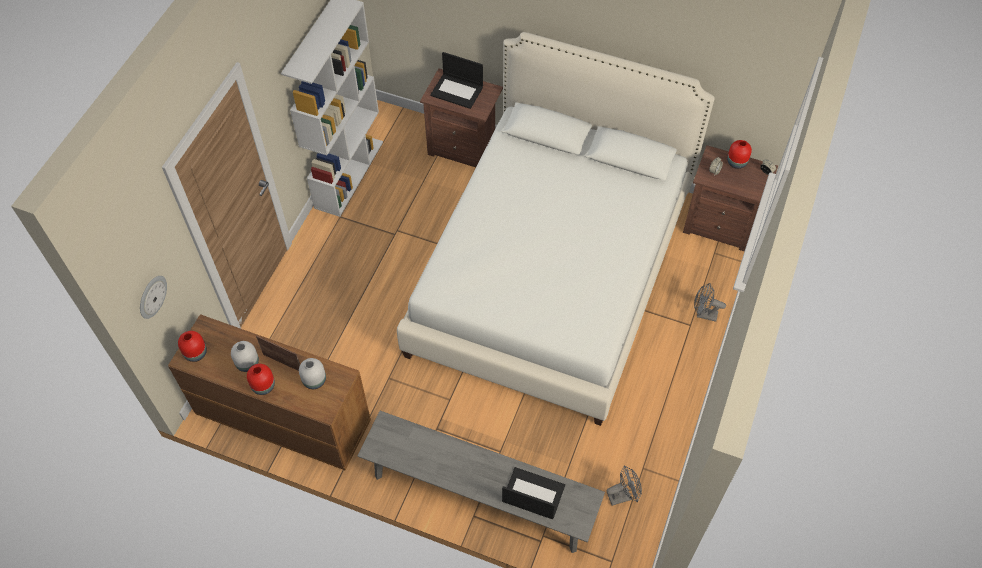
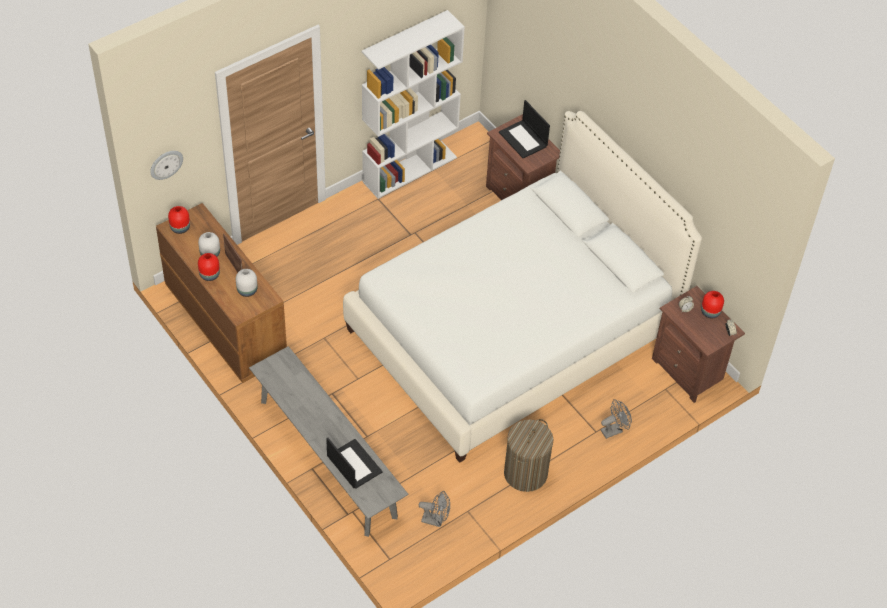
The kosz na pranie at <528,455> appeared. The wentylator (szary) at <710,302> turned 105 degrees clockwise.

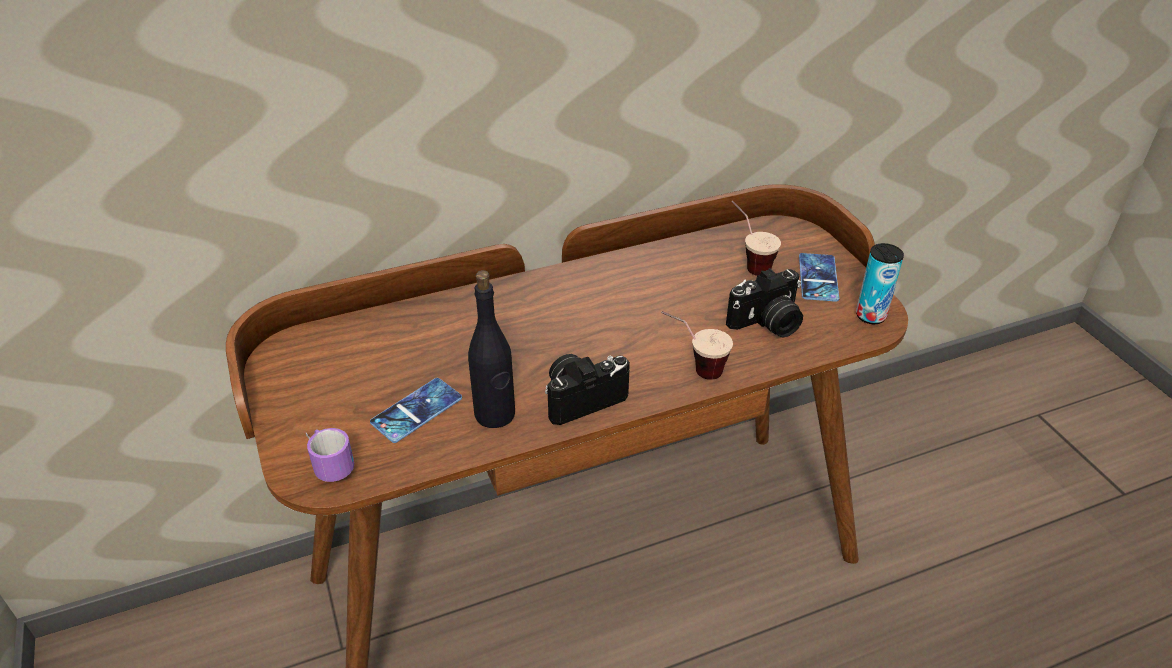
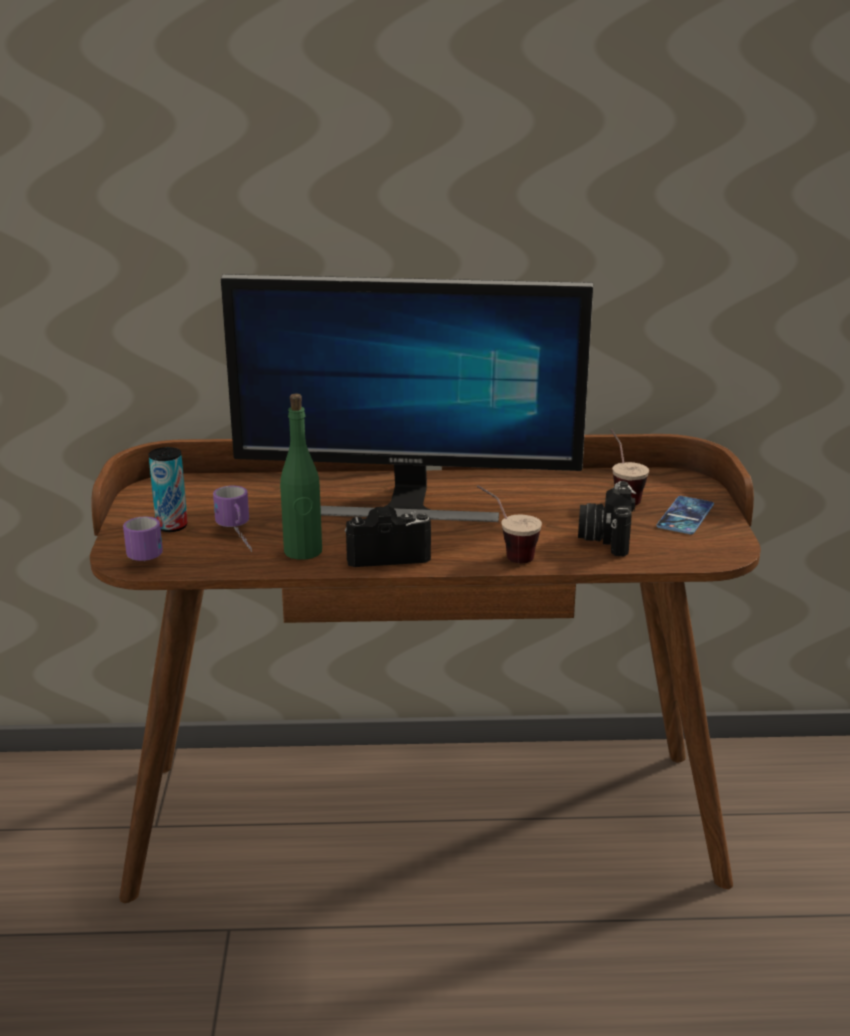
The monitor at <407,398> appeared. The puszka moved from <880,283> to <168,489>. The telefon at <416,410> was replaced by the kubek at <232,519>. The butelka (czarny) at <491,349> became the butelka (zielony) at <301,477>. The aparat fotograficzny at <764,302> turned 105 degrees clockwise.

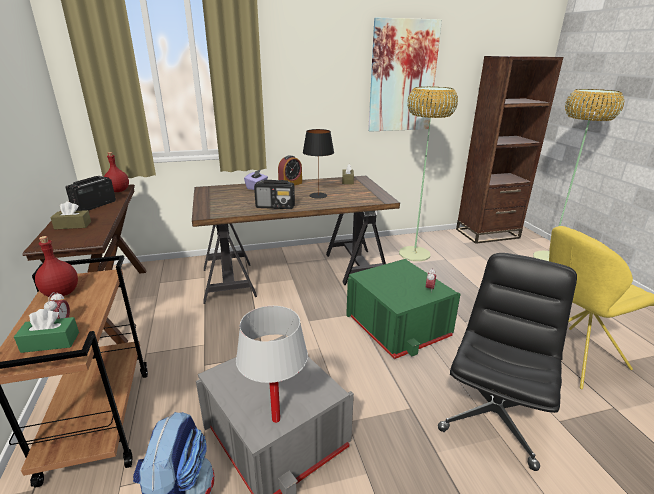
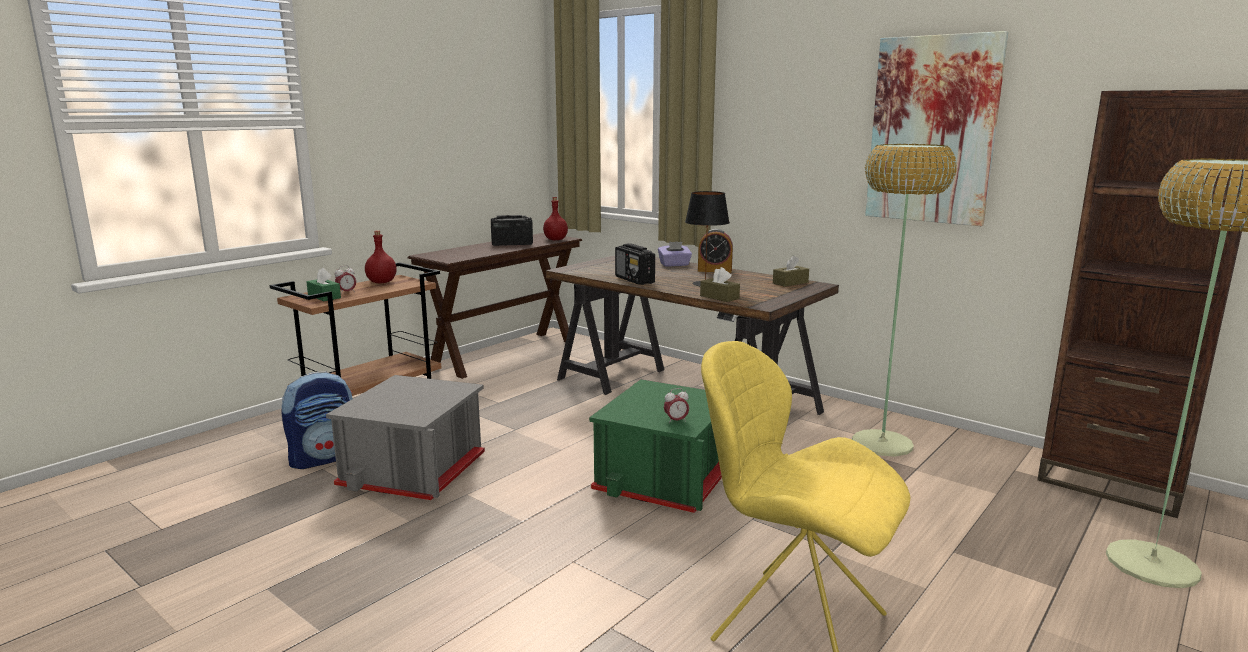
The lampa stołowa (biały) at <272,364> disappeared. The krzesło biurowe (czarny) at <507,362> disappeared. The pudełko chusteczek (brązowy) moved from <70,215> to <720,284>.

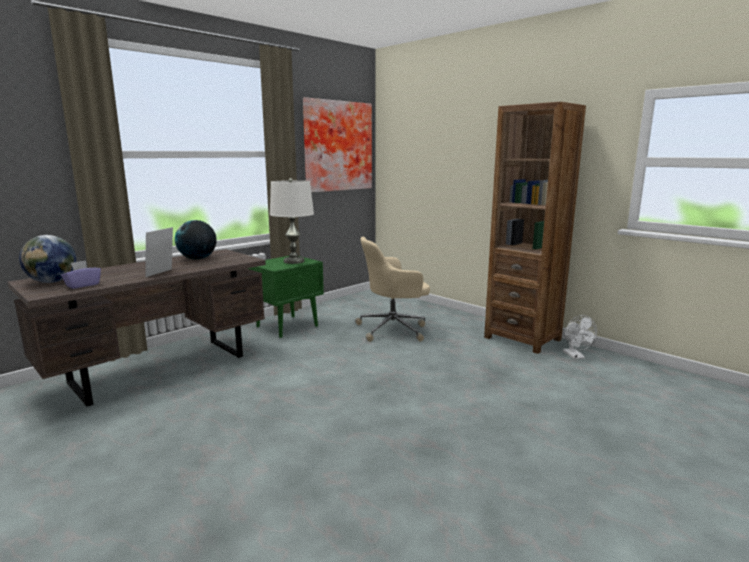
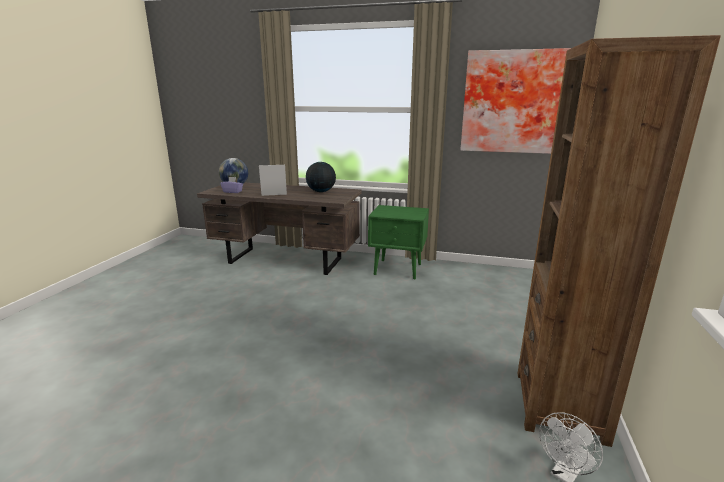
The lampa stołowa (biały) at <292,221> disappeared. The krzesło biurowe (beżowy) at <392,289> disappeared.

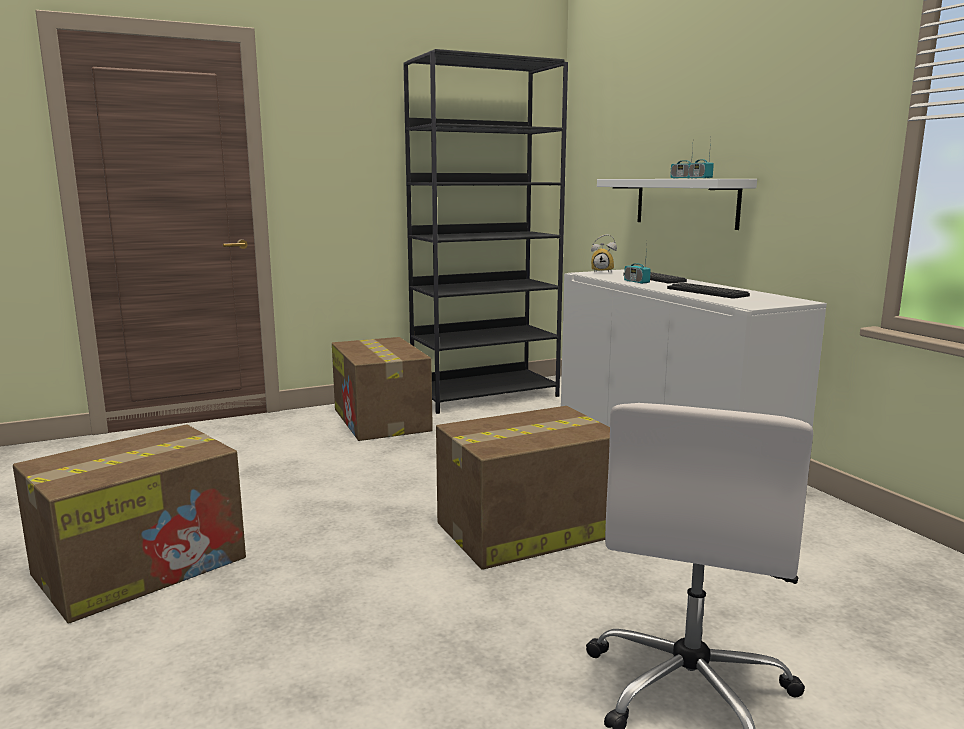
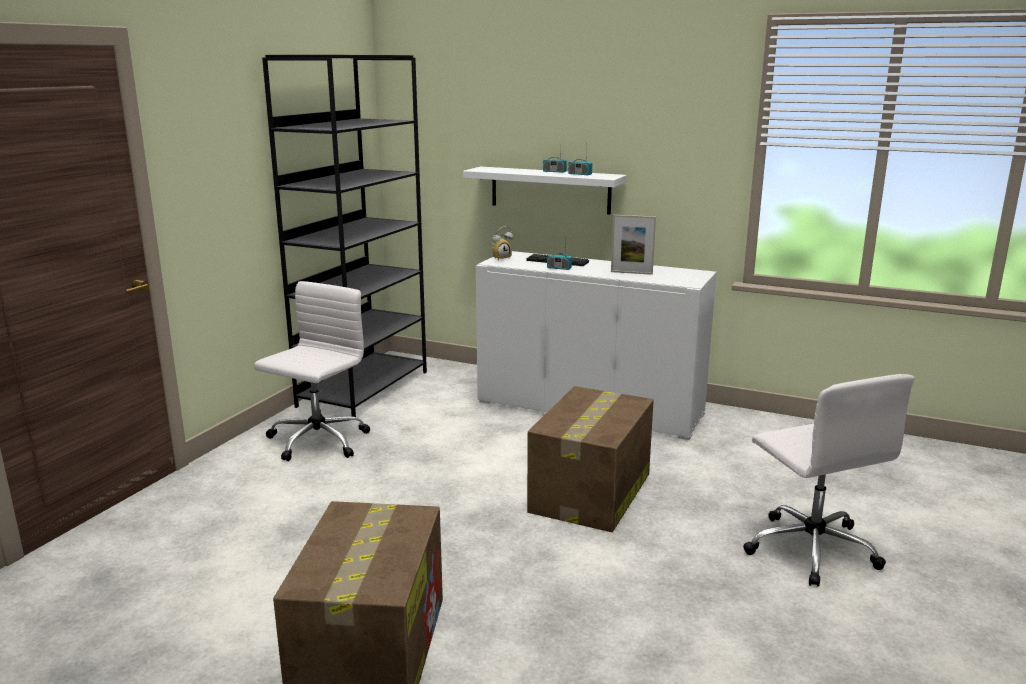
The karton at <382,389> was replaced by the krzesło biurowe (biały) at <312,371>. The klawiatura at <708,291> was replaced by the ramka na zdjęcie at <633,245>.

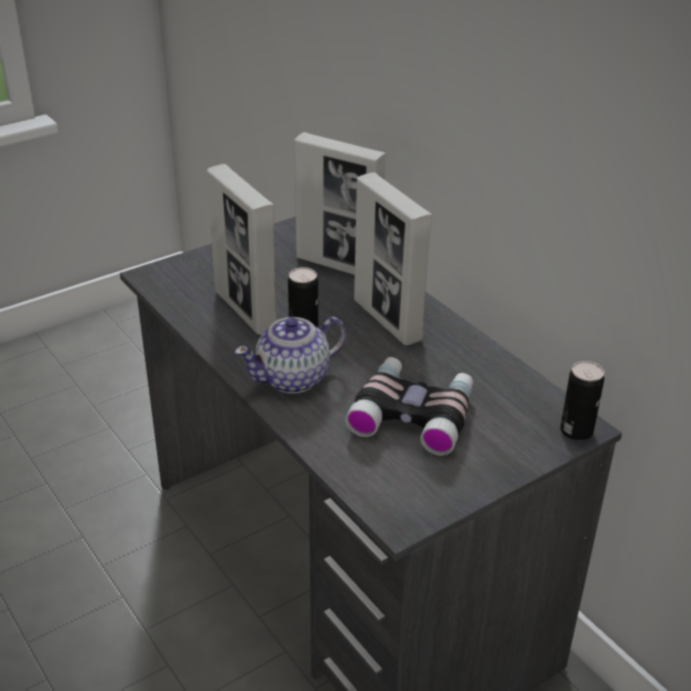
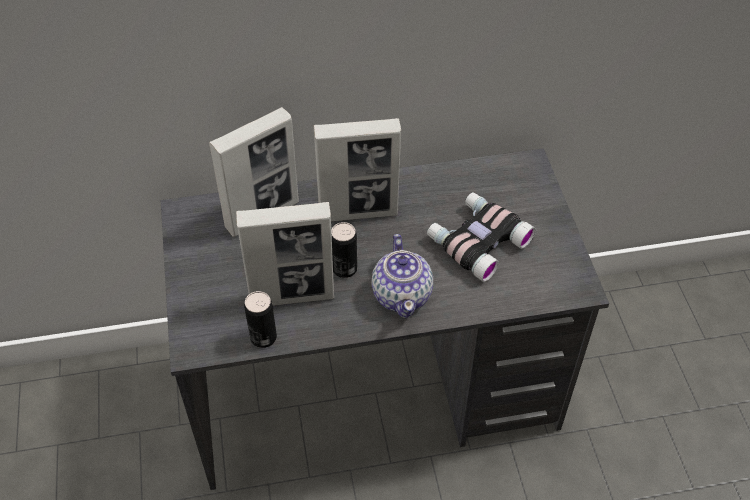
The puszka moved from <582,401> to <260,319>.

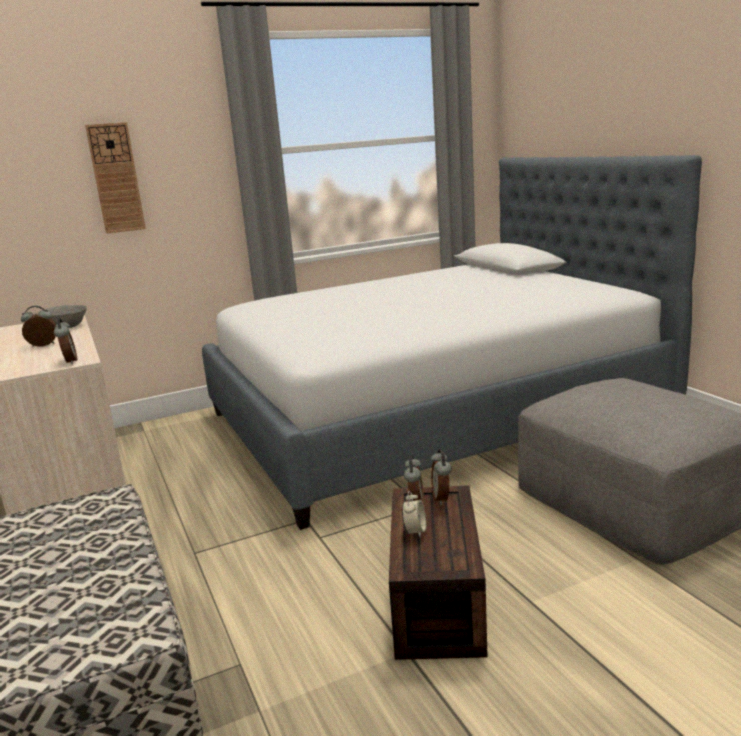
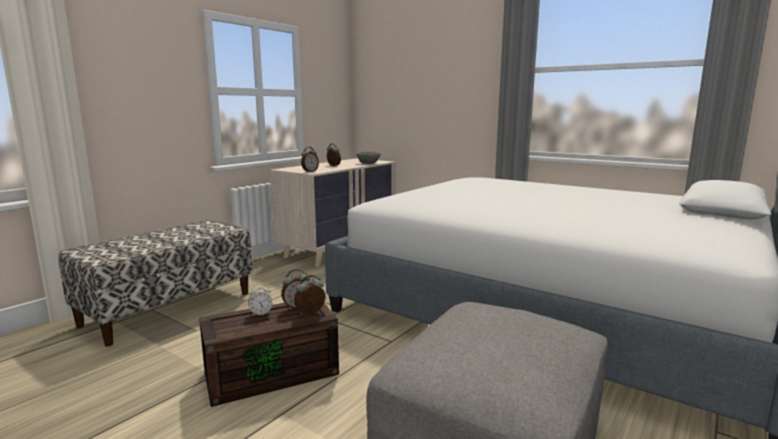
The zegar ścienny at <115,178> disappeared.

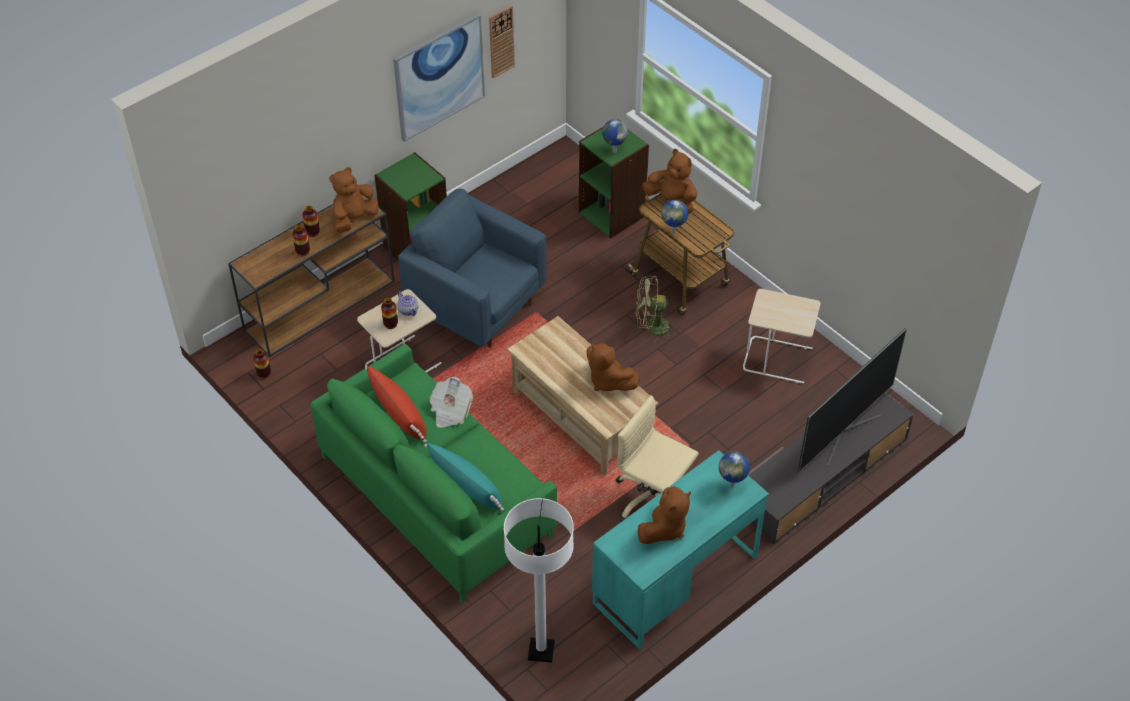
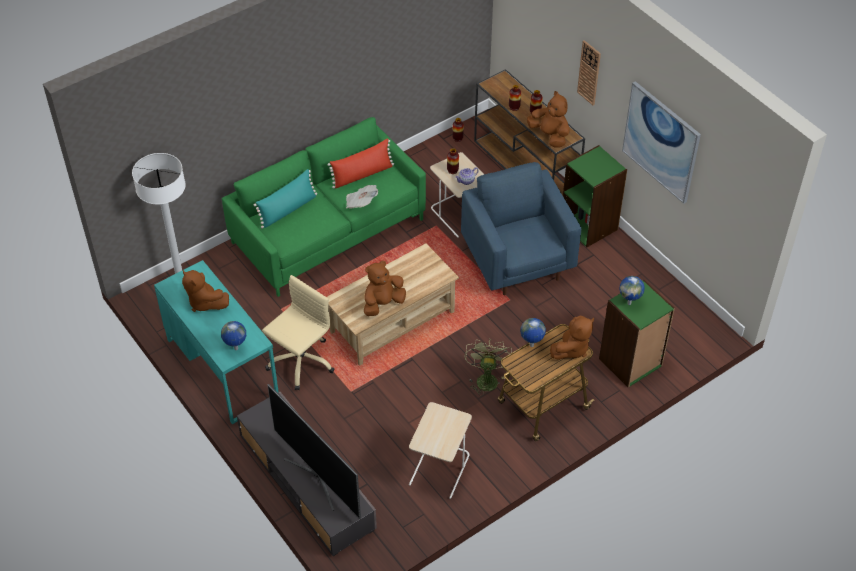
The zegar ścienny moved from <502,41> to <589,72>. The fotel (niebieski) at <472,268> turned 60 degrees counterclockwise.

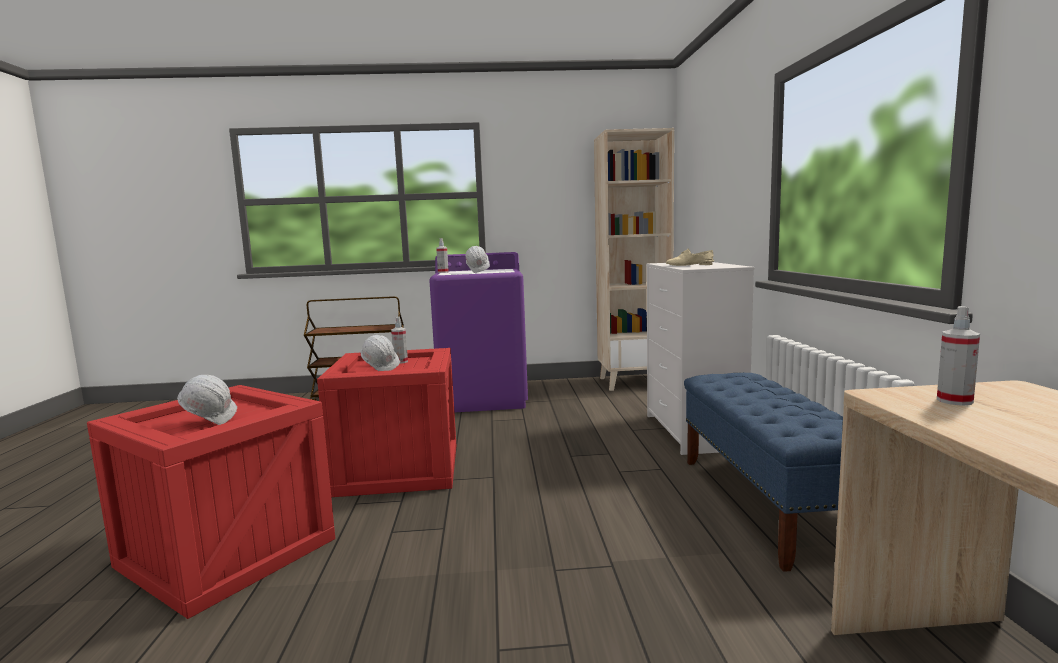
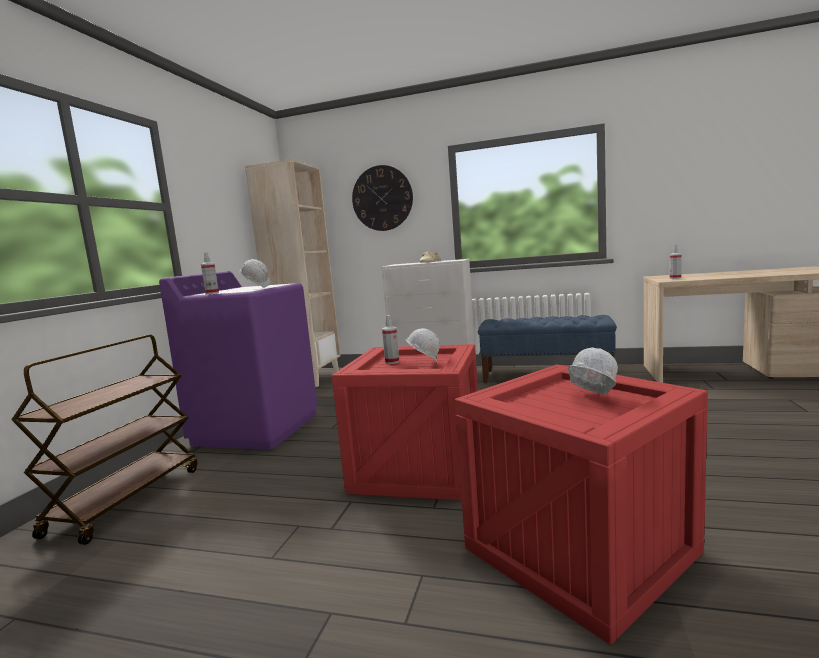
The zegar ścienny at <382,198> appeared.

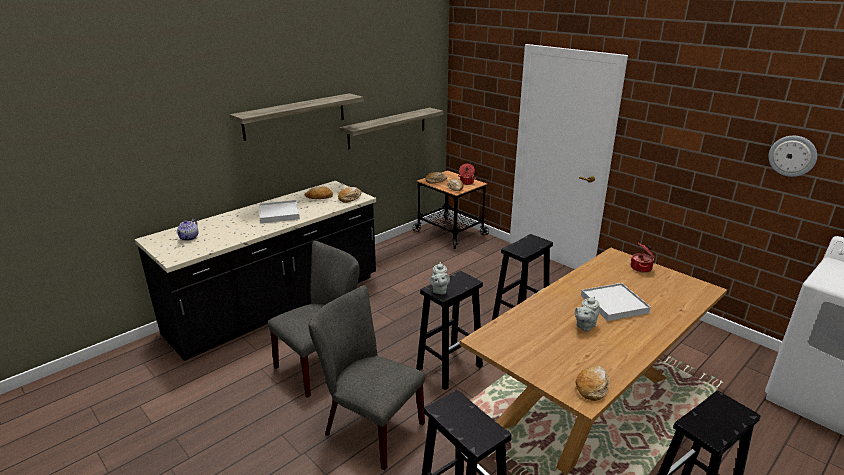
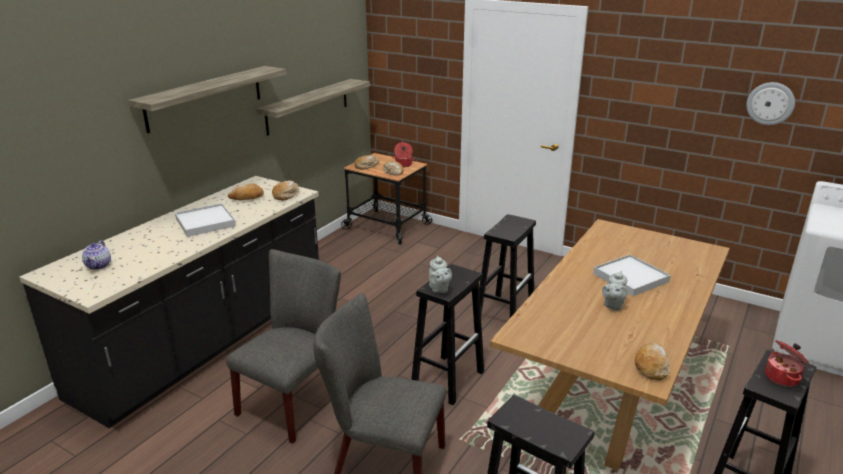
The garnek moved from <643,258> to <787,363>.

